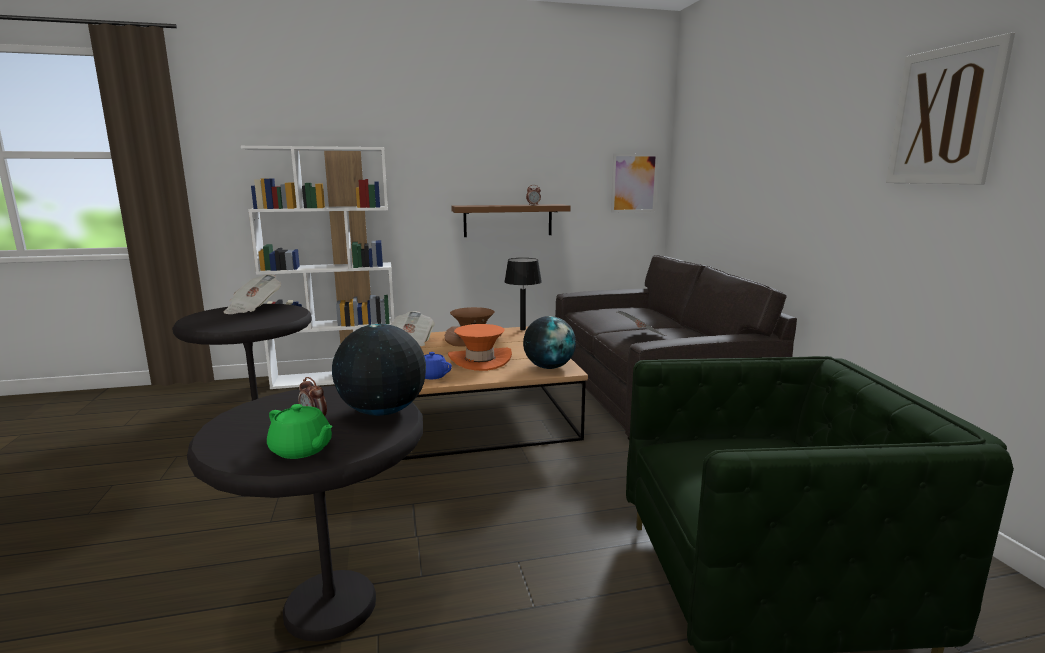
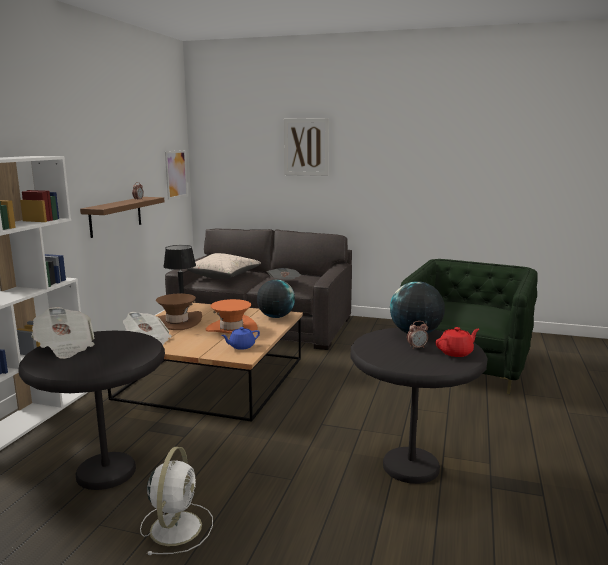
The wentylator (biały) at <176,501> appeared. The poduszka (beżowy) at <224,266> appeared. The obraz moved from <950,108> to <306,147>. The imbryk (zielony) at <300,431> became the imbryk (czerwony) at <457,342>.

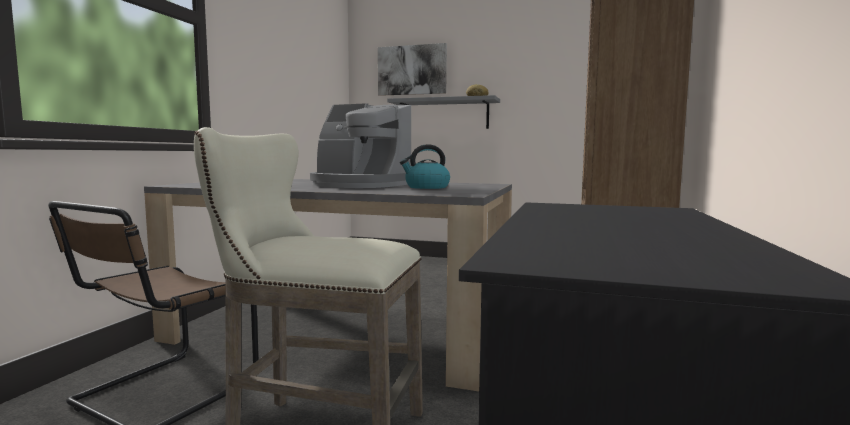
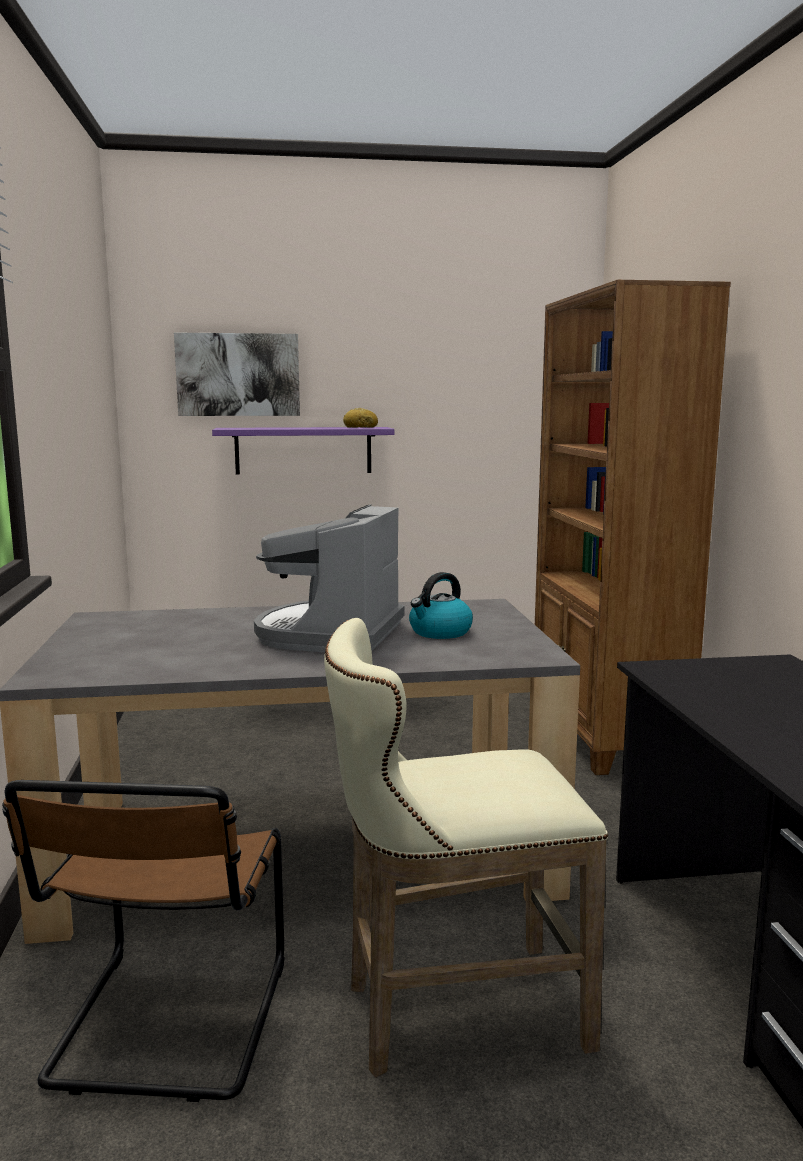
The półka (szary) at <443,112> became the półka (fioletowy) at <303,450>. The ekspres do kawy at <360,145> turned 105 degrees clockwise.

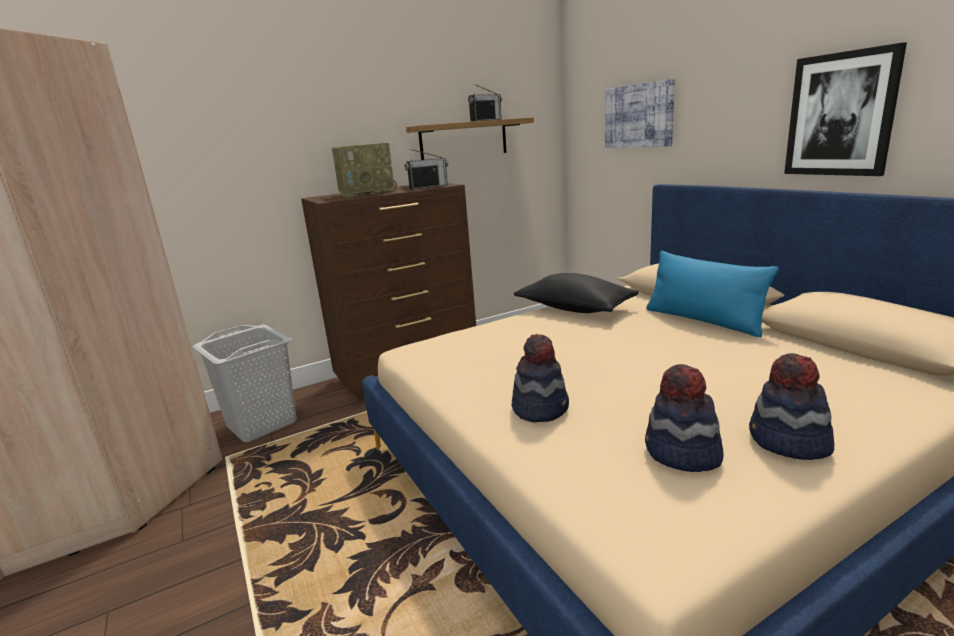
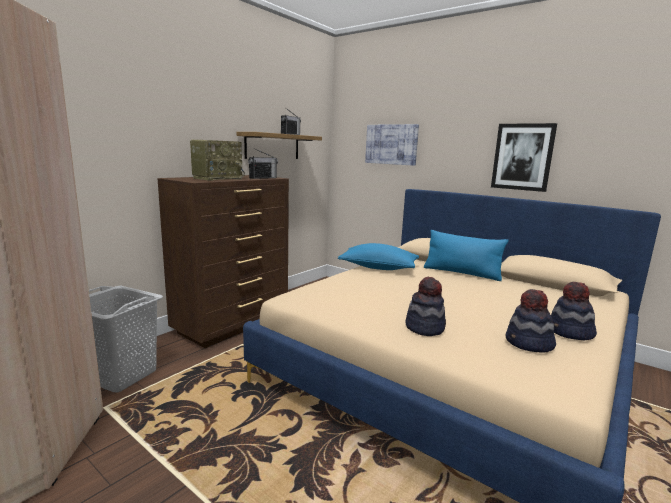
The poduszka (czarny) at <576,293> became the poduszka (niebieski) at <378,256>.

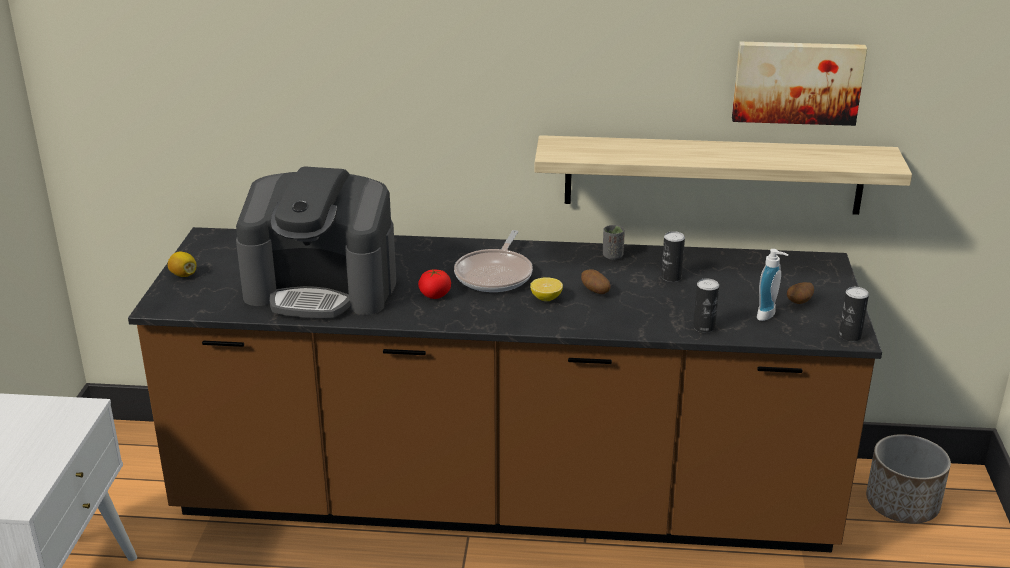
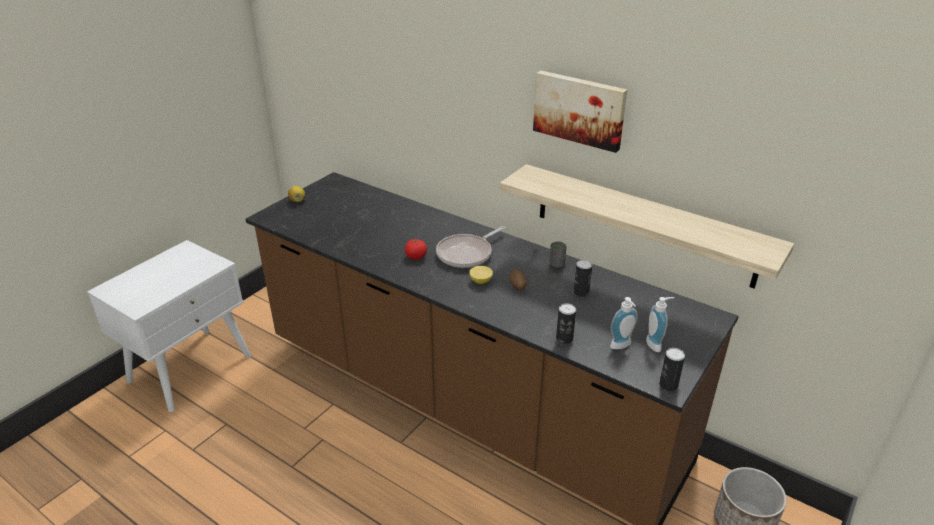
The ekspres do kawy at <316,242> disappeared. The obraz moved from <799,84> to <580,112>. The ziemniak at <800,293> was replaced by the dozownik mydła at <660,324>.

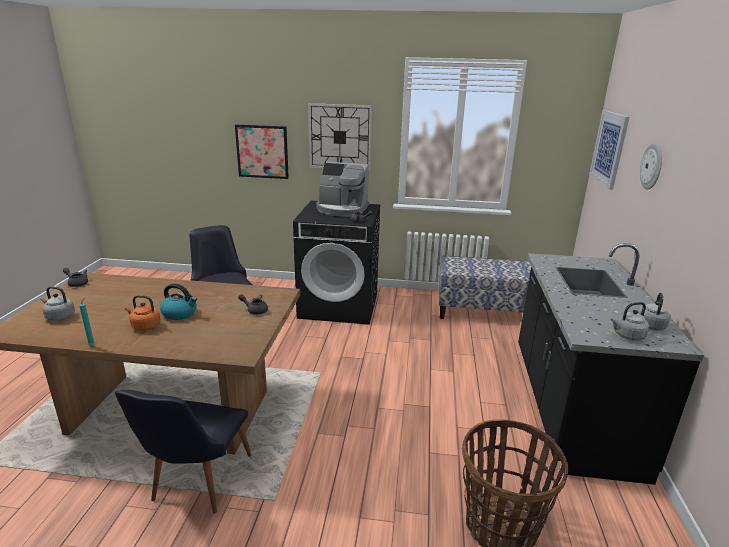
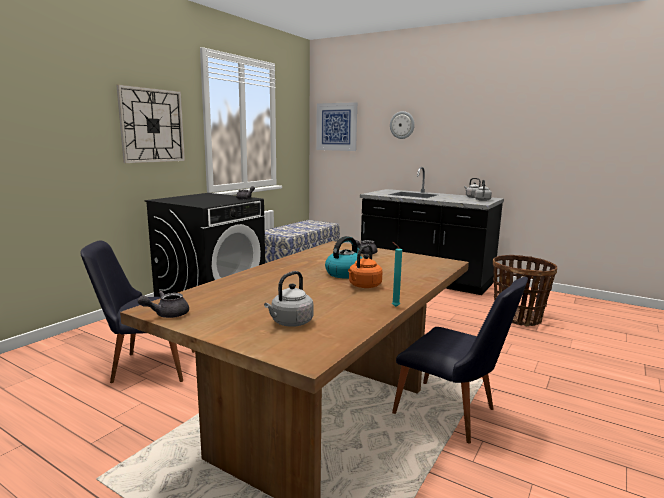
The obraz at <262,152> disappeared. The ekspres do kawy at <342,189> disappeared.

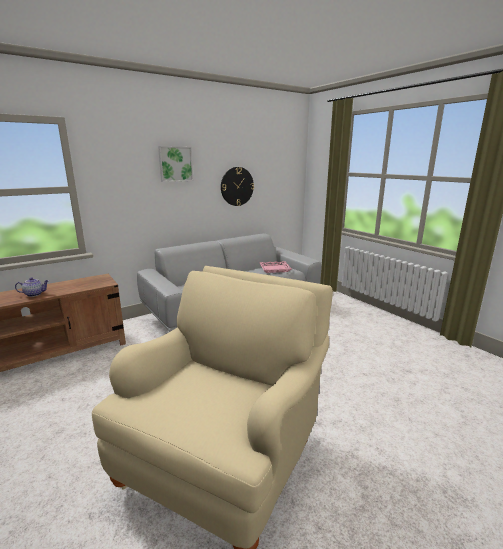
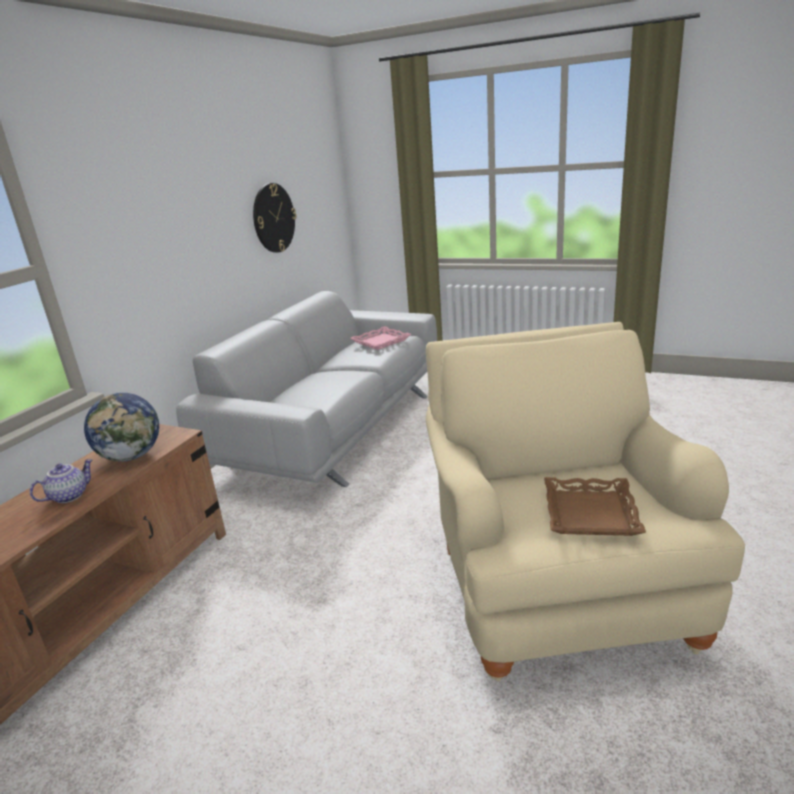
The obraz at <175,164> disappeared. The globus at <121,427> appeared. The taca (brązowy) at <595,506> appeared.

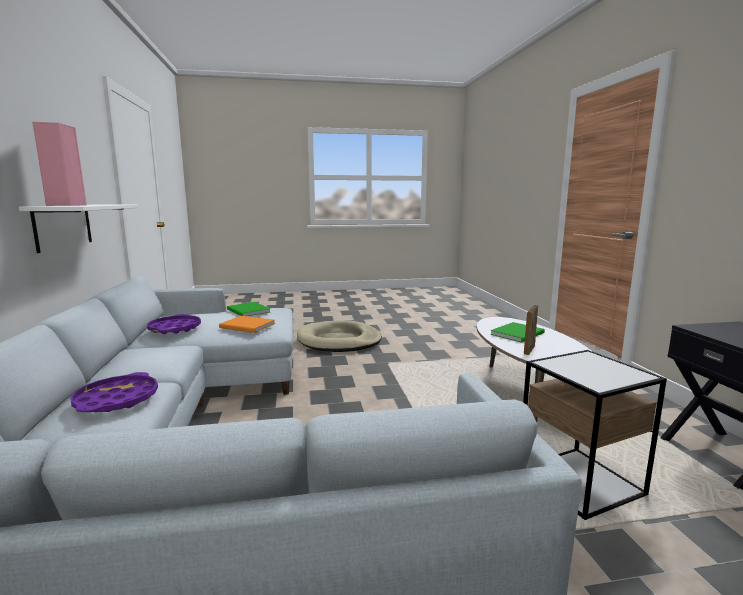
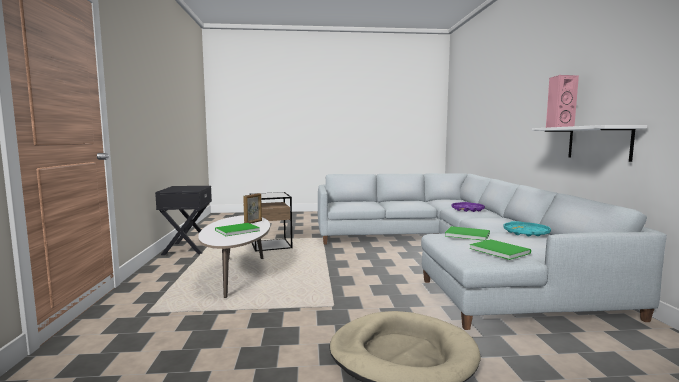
The taca (fioletowy) at <174,324> became the taca (turkusowy) at <527,228>. The książka (pomarańczowy) at <247,324> became the książka (zielony) at <467,233>.

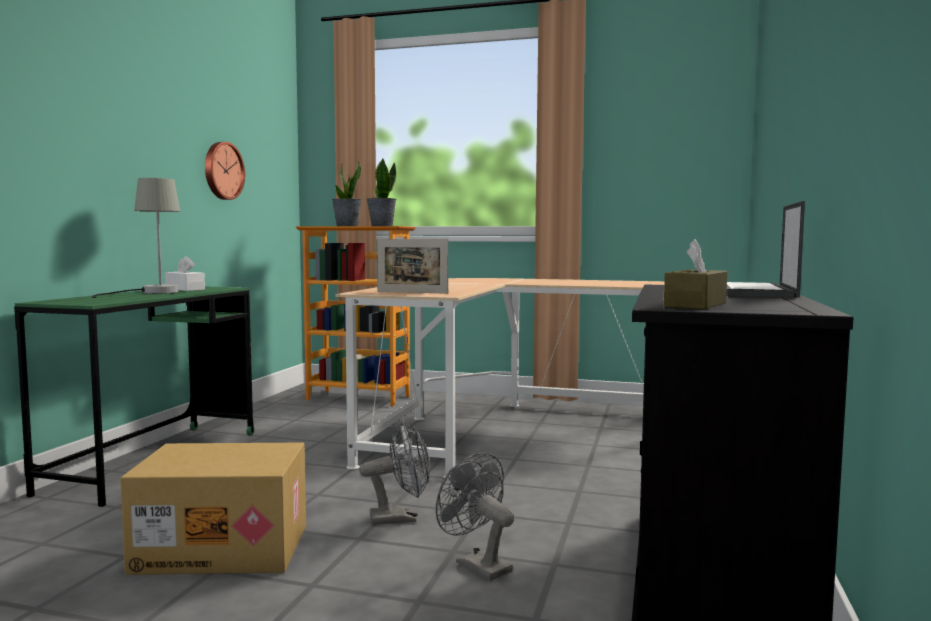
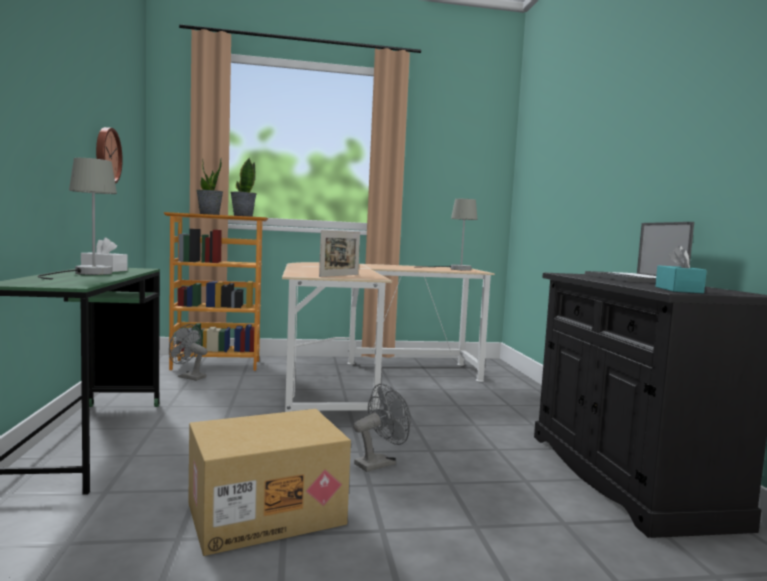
The lampa stołowa (szary) at <445,235> appeared. The wentylator (szary) moved from <475,516> to <188,352>. The pudełko chusteczek (brązowy) at <695,274> became the pudełko chusteczek (turkusowy) at <681,269>. The ramka na zdjęcie at <412,266> turned 45 degrees counterclockwise.

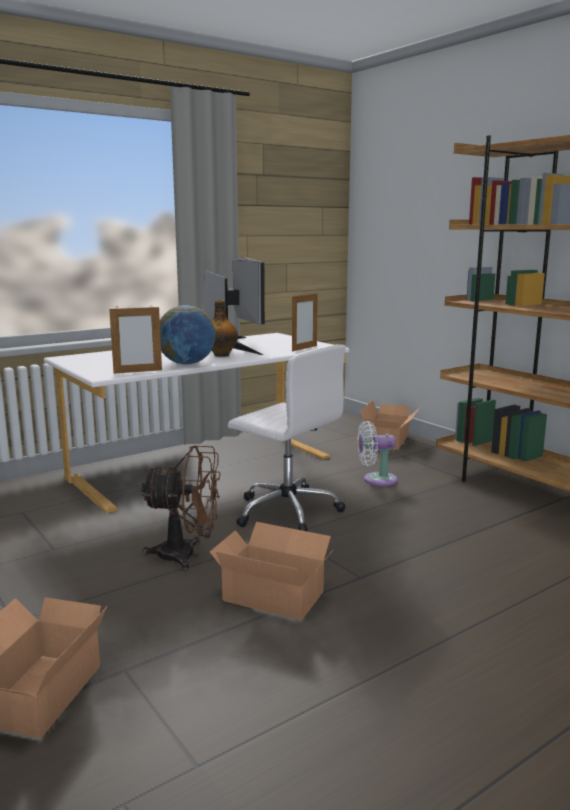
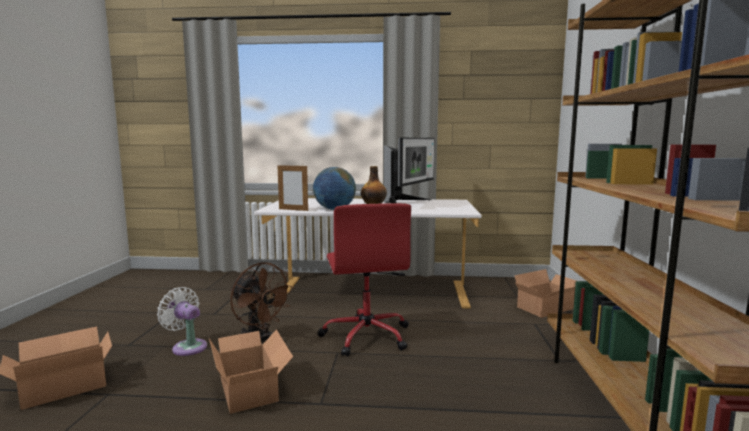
The ramka na zdjęcie at <305,322> disappeared. The wentylator (biały) moved from <378,453> to <182,321>. The krzesło biurowe (biały) at <287,438> became the krzesło biurowe (czerwony) at <364,280>.

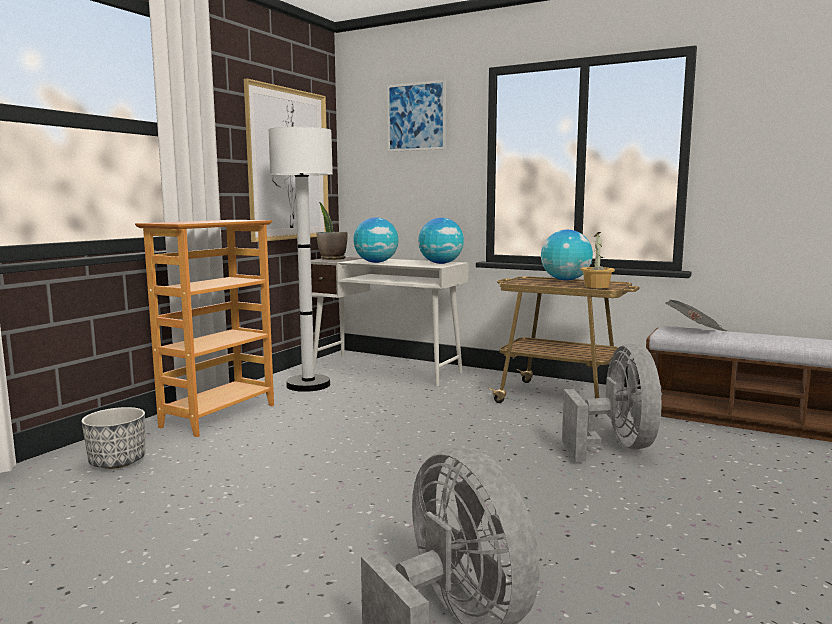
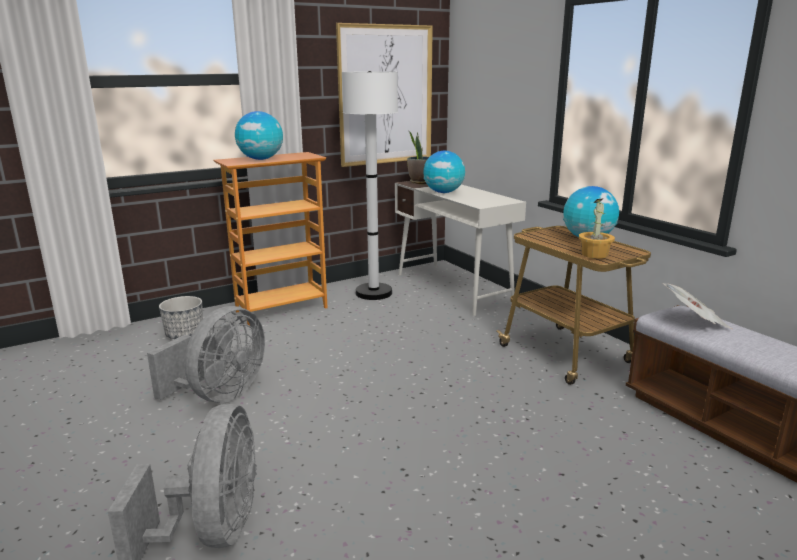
The obraz at <416,116> disappeared. The globus moved from <441,241> to <259,135>. The wentylator (szary) moved from <612,402> to <206,354>.

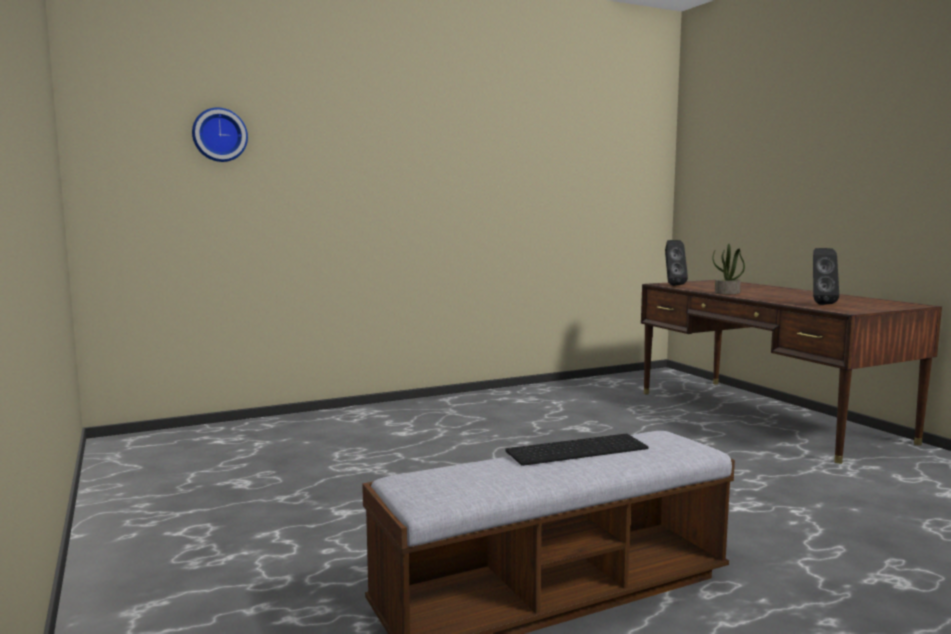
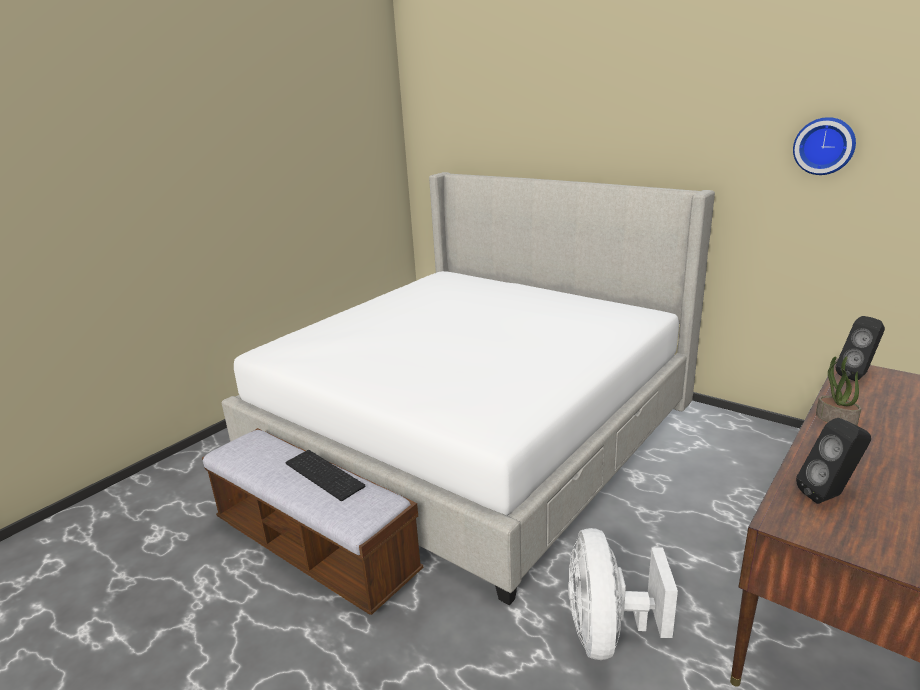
The łóżko at <468,388> appeared. The wentylator (biały) at <623,594> appeared. The zegar ścienny moved from <220,135> to <824,146>.

